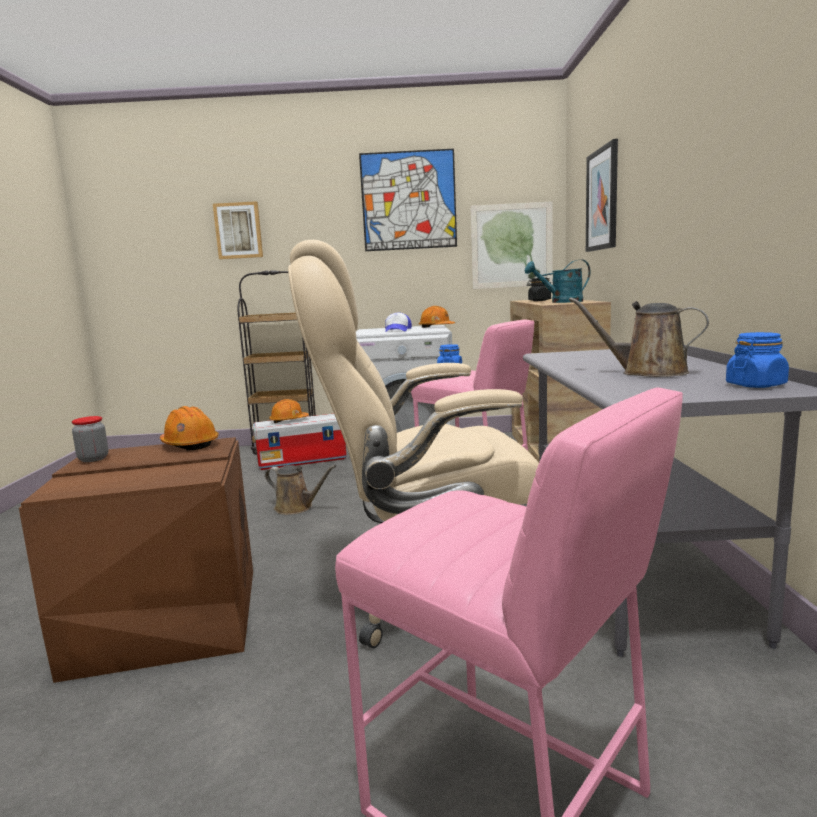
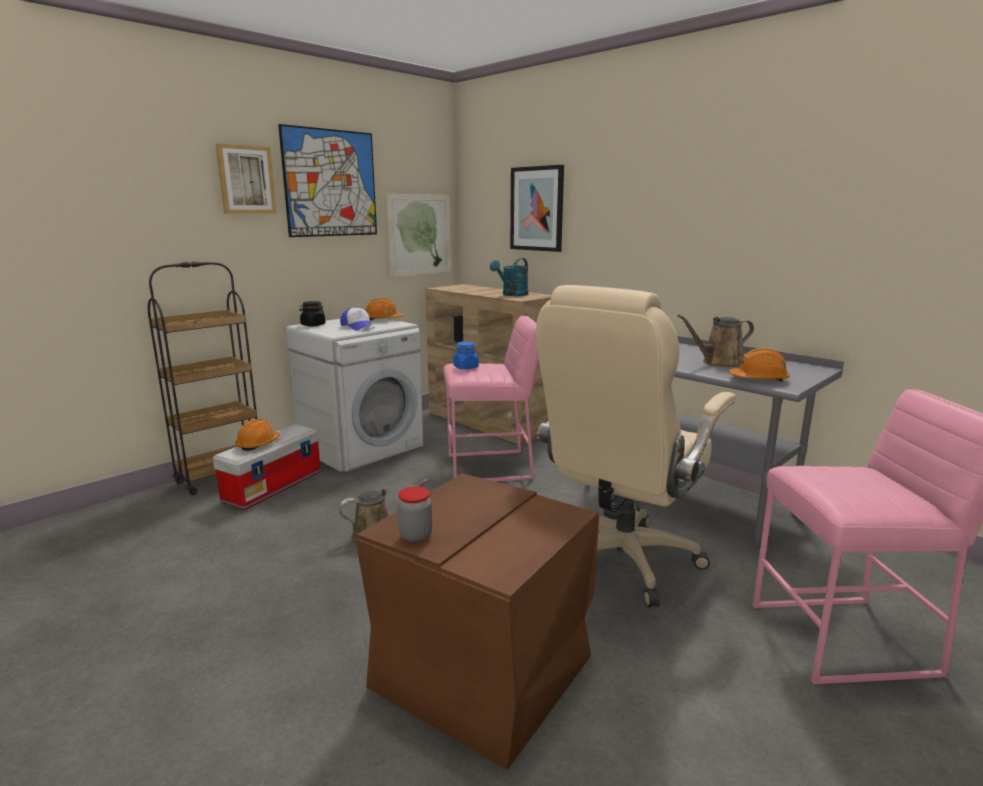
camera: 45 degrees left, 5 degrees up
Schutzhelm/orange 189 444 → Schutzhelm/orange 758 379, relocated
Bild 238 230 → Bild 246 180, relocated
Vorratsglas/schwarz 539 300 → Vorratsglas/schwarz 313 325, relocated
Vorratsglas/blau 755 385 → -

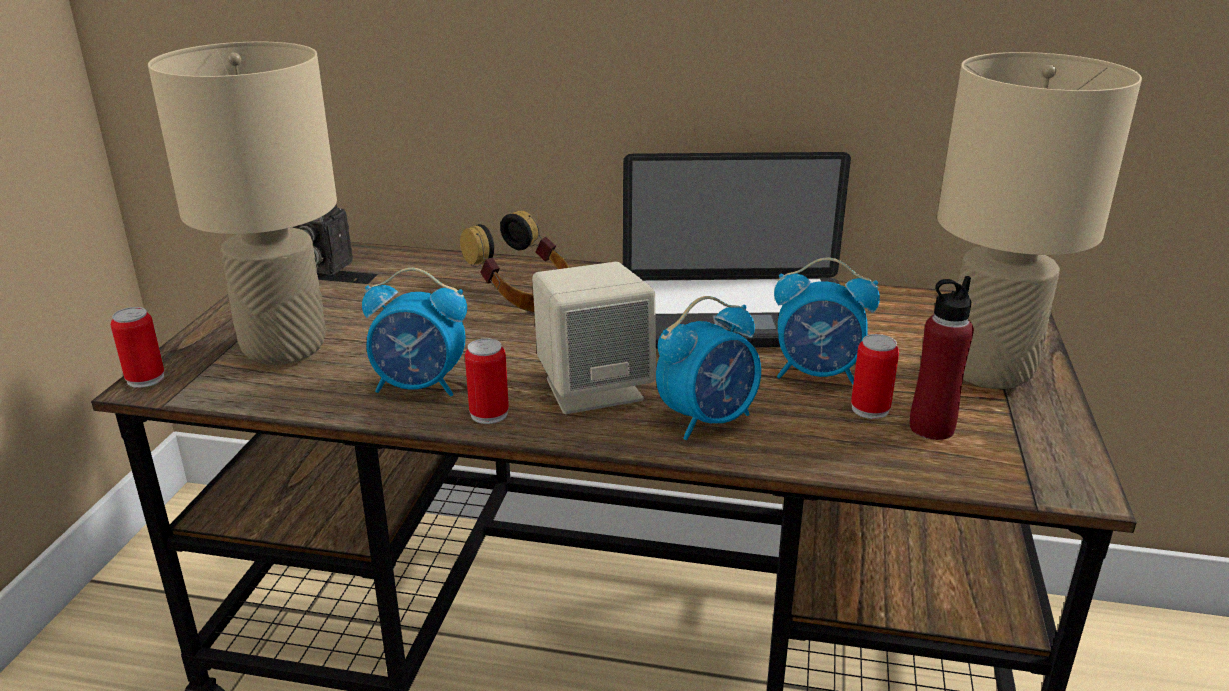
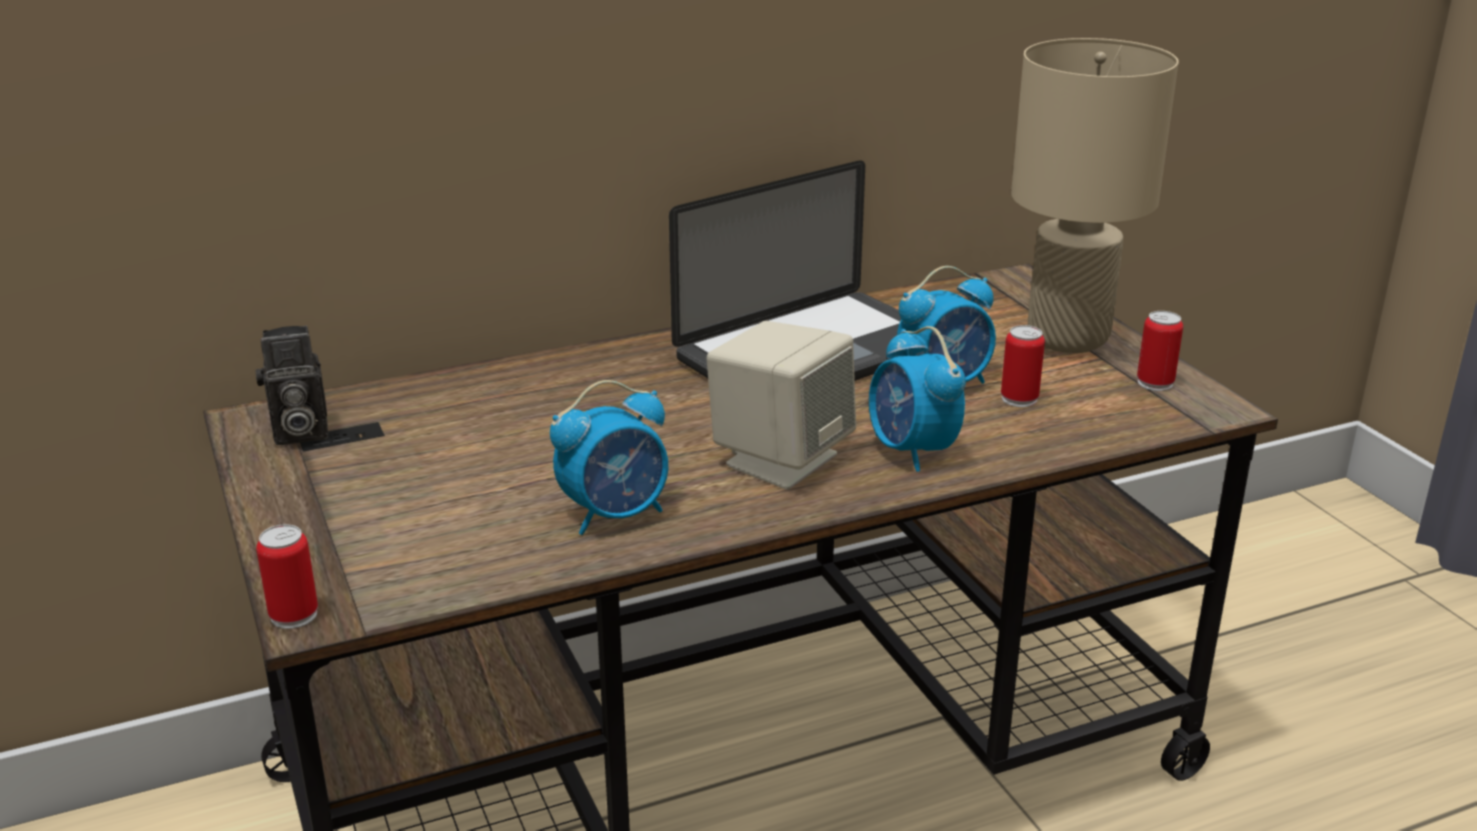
camera: 35 degrees left, 0 degrees up
Tischlampe/beige 284 353 → -
Kopfhörer 523 298 → -
Dose 489 414 → Dose 1155 383, relocated
Wecker 708 420 → Wecker 912 451, 135 degrees clockwise
Flasche/rot 931 428 → -

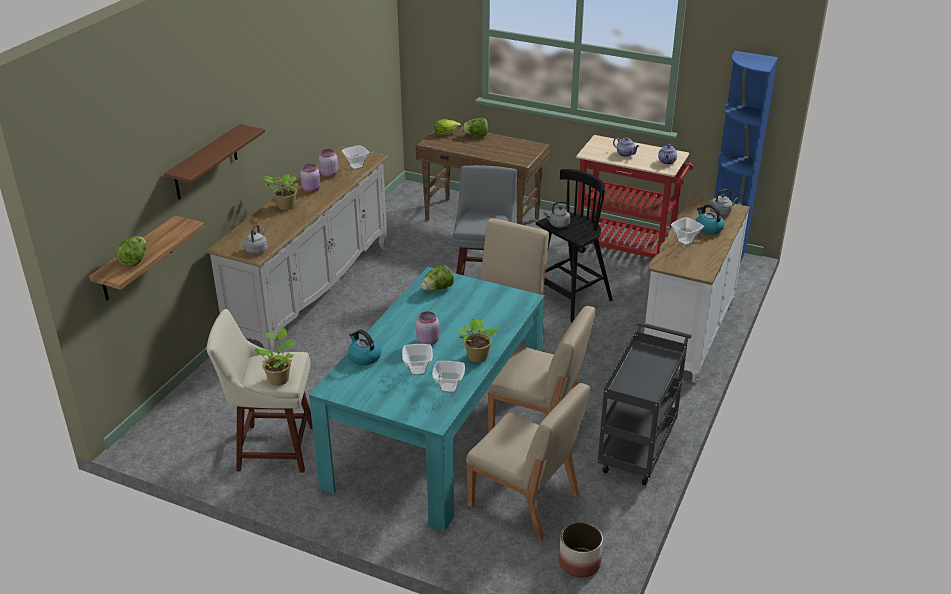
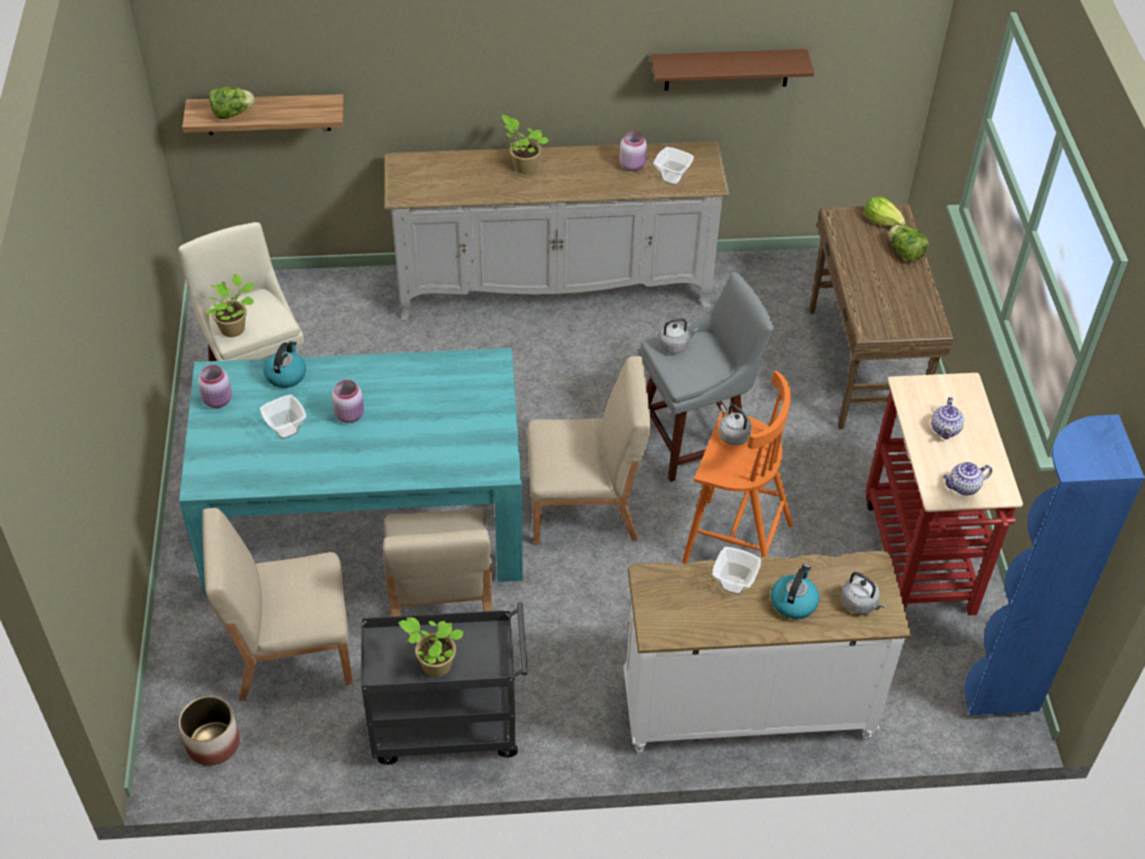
camera: 60 degrees right, 15 degrees up
Wandregal/braun 205 163 → Wandregal/braun 727 69, relocated
Wasserkessel/grau 257 249 → Wasserkessel/grau 675 345, relocated
Vorratsglas/rosa 311 189 → Vorratsglas/rosa 218 400, relocated
Salatkopf 437 289 → -
Schüssel 449 388 → -
Topfpflanze 476 357 → Topfpflanze 434 665, relocated
Stuhl/beige 524 501 → Stuhl/beige 290 651, 75 degrees clockwise
Hocker/schwarz 571 301 → Hocker/orange 733 542

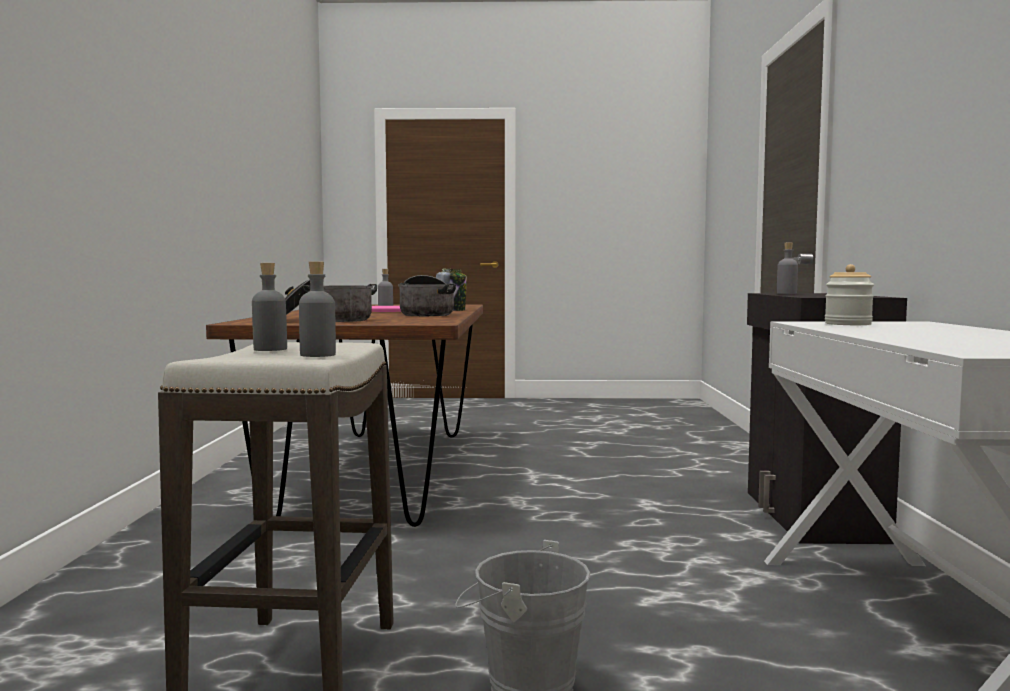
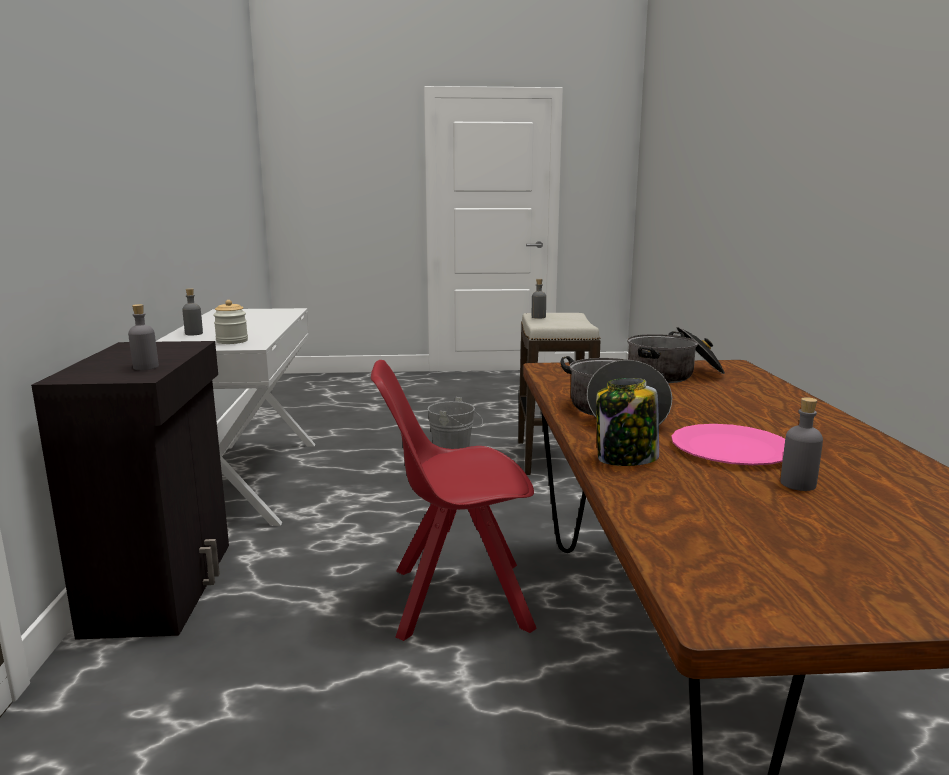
camera: 175 degrees right, 10 degrees up
Flasche/grau 270 349 → Flasche/grau 194 333, relocated
- → Stuhl/rot 455 599

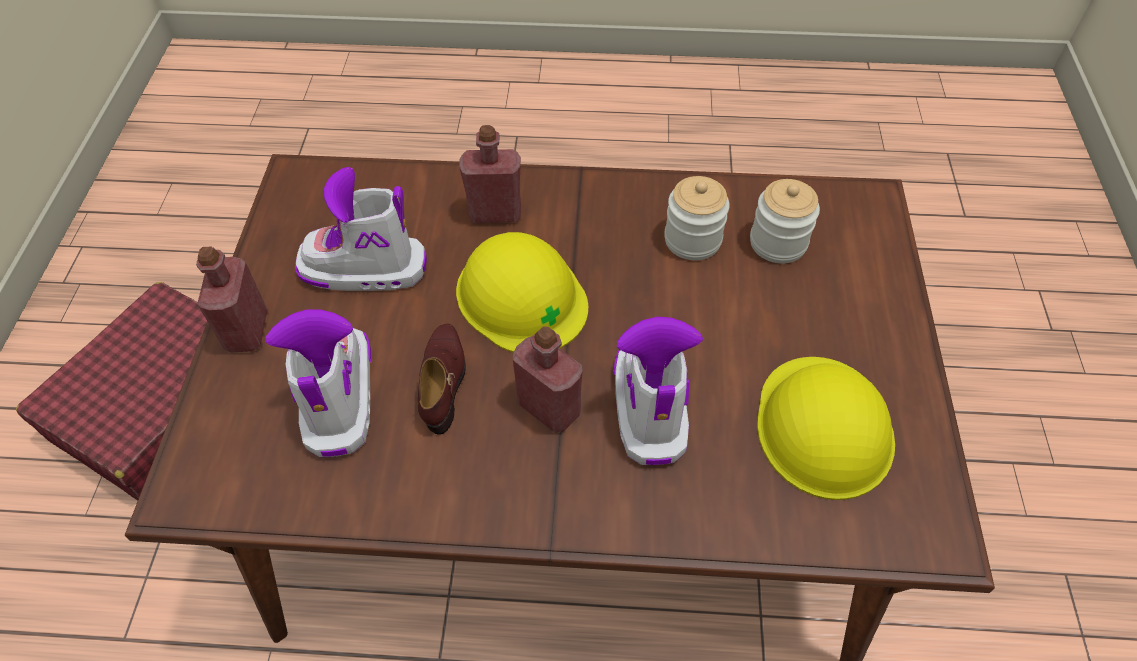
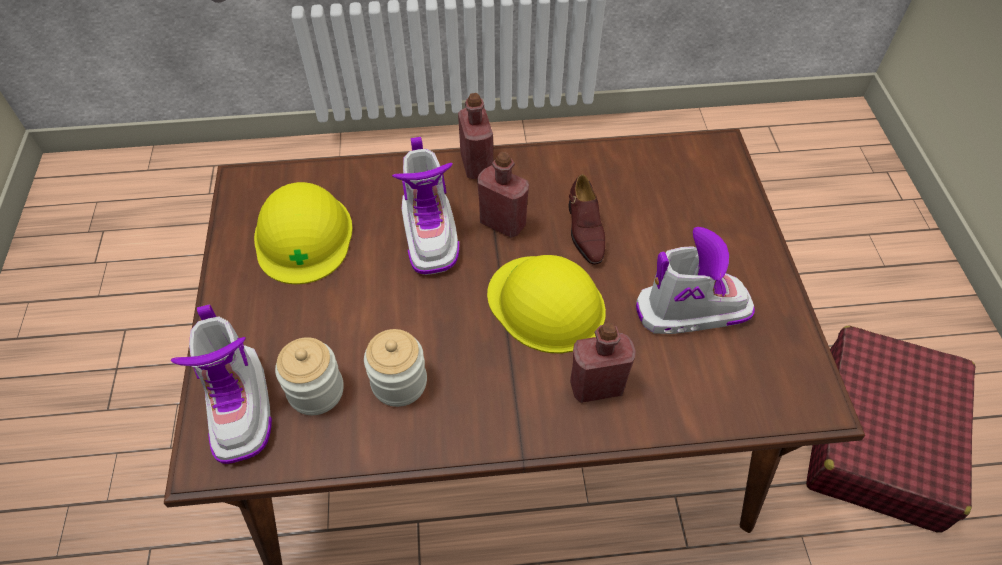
camera: 170 degrees right, 0 degrees up
Flasche/rot 247 331 → Flasche/rot 476 165, relocated
Stiefel 338 397 → Stiefel 240 406, relocated

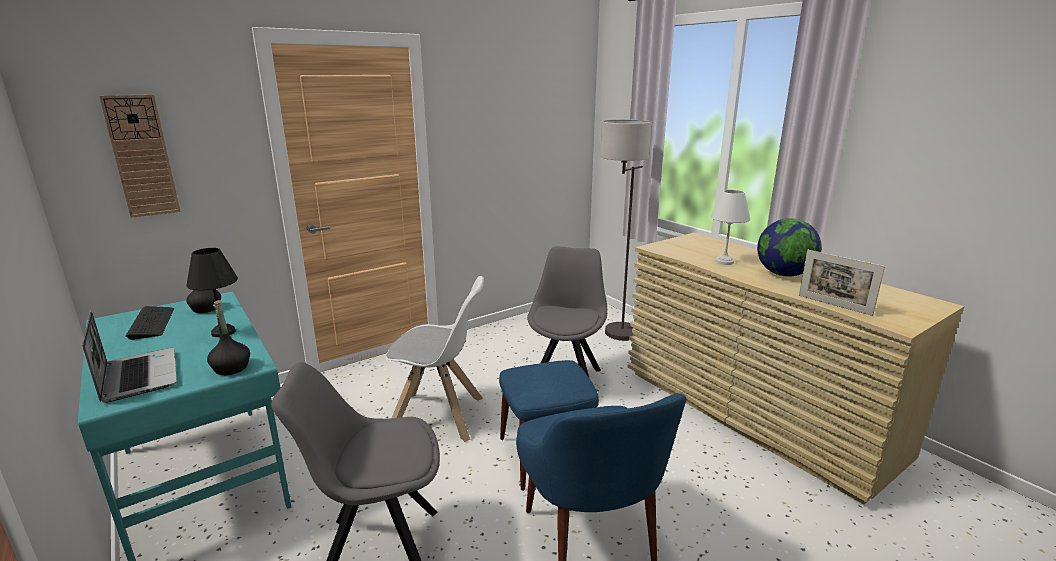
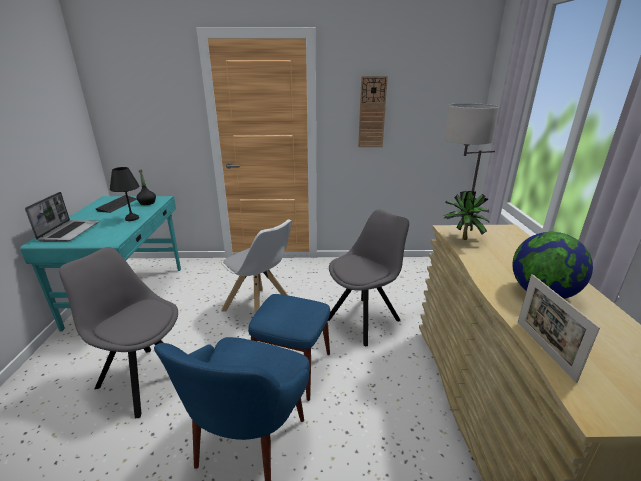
camera: 35 degrees right, 5 degrees up
Wanduhr 142 156 → Wanduhr 372 112, relocated
Flasche/schwarz 231 368 → -
Tischlampe/weiß 724 262 → -
- → Topfpflanze 461 239

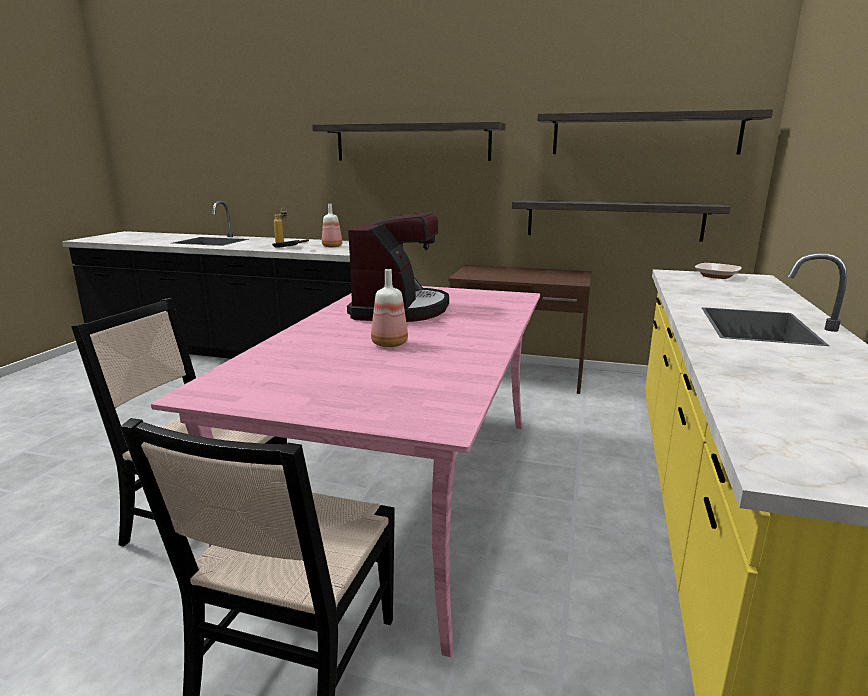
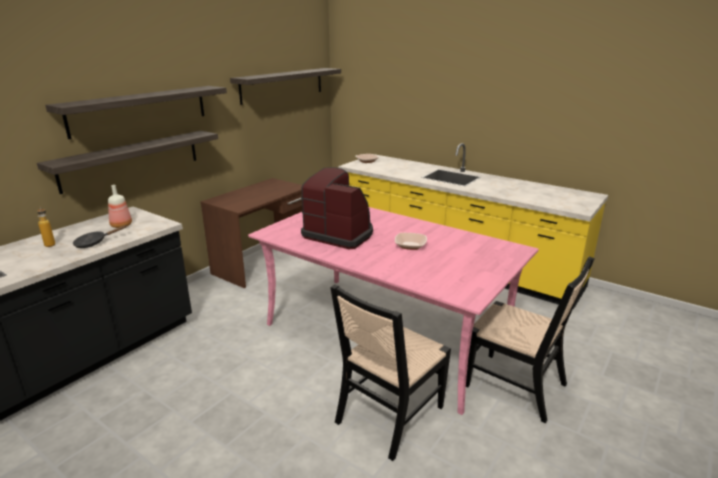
camera: 70 degrees left, 5 degrees up
Flasche 388 344 → Schüssel 410 246
Wandregal 613 219 → Wandregal 132 160, relocated

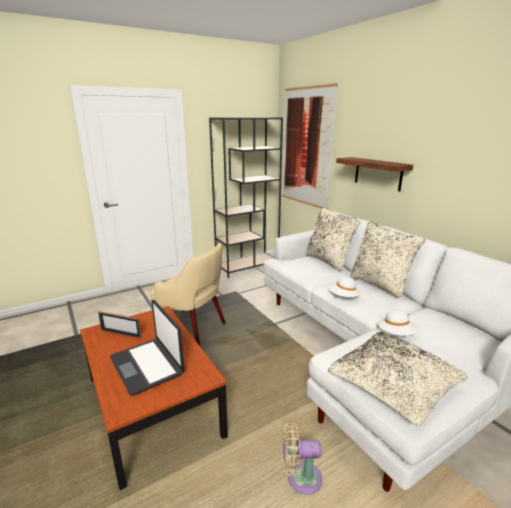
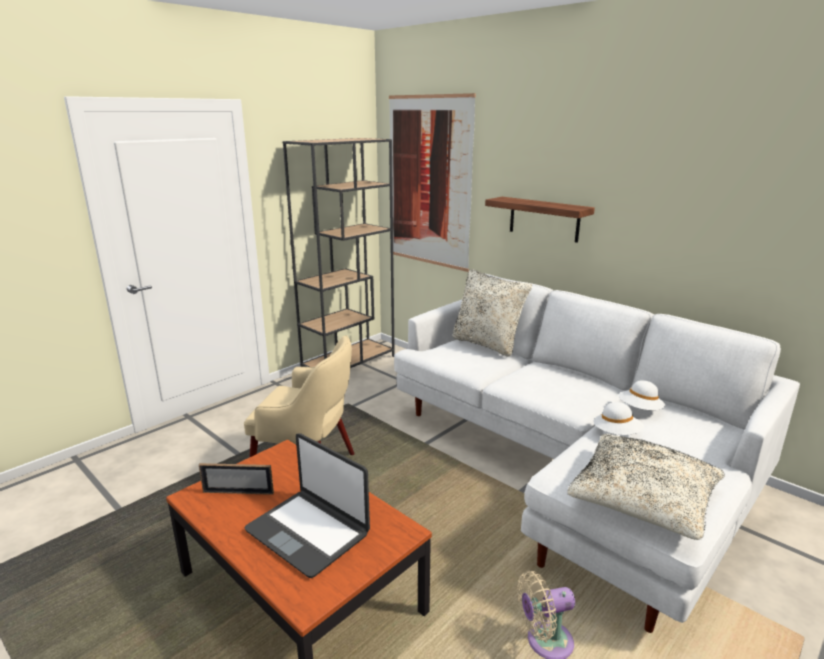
camera: 15 degrees left, 0 degrees up
Hut/weiß 343 297 → Hut/weiß 639 410, relocated
Kissen/beige 379 286 → -

